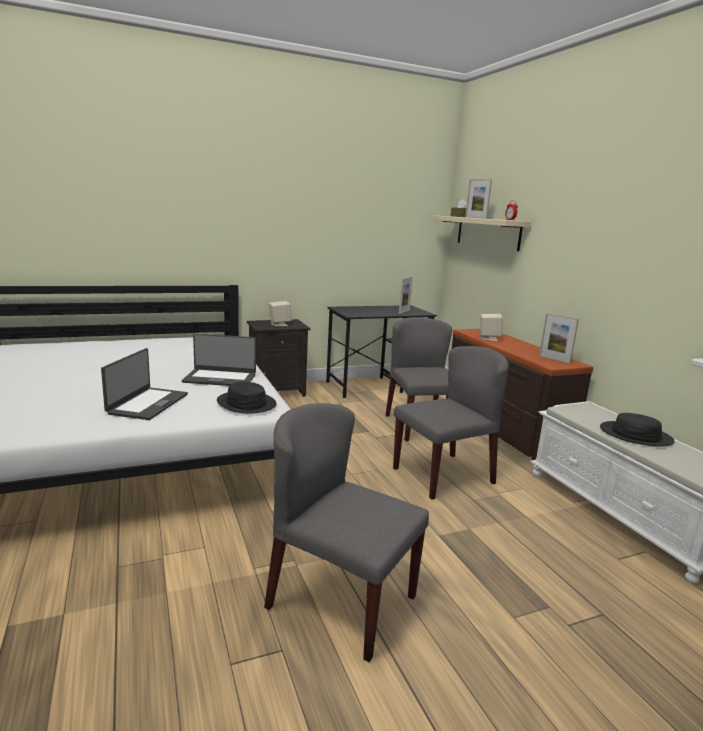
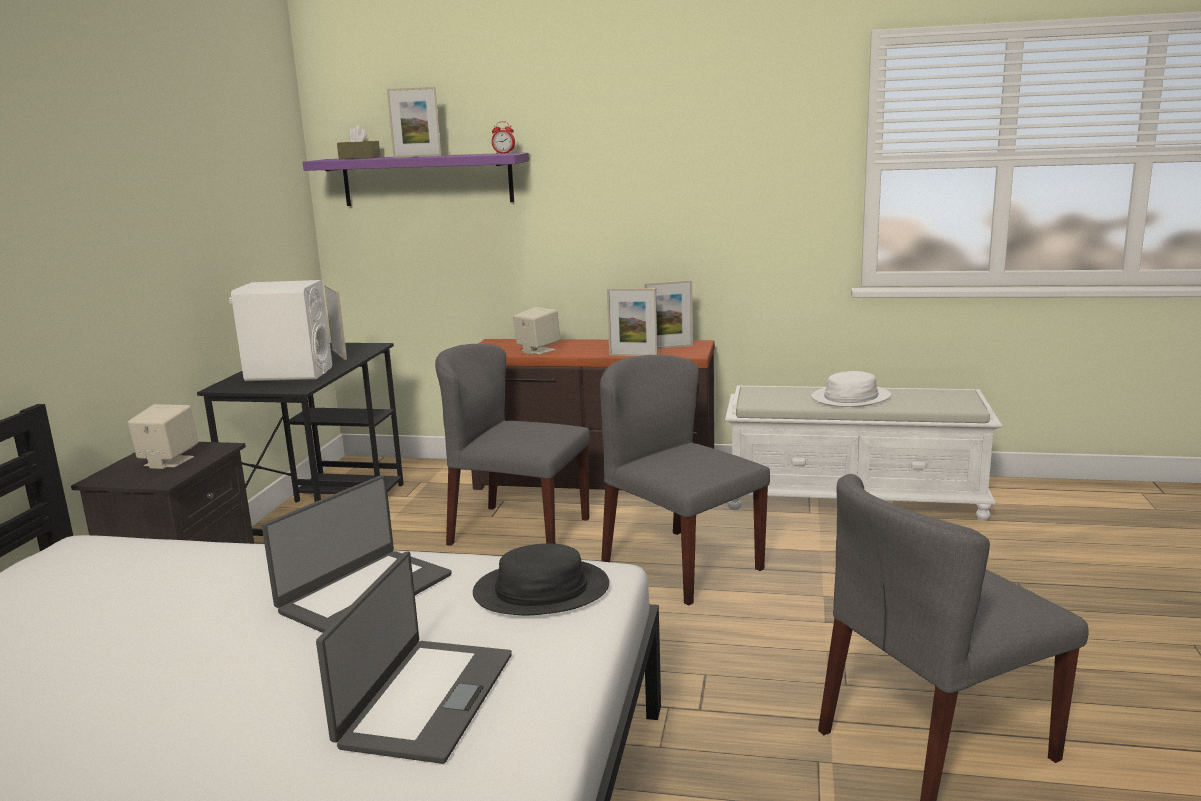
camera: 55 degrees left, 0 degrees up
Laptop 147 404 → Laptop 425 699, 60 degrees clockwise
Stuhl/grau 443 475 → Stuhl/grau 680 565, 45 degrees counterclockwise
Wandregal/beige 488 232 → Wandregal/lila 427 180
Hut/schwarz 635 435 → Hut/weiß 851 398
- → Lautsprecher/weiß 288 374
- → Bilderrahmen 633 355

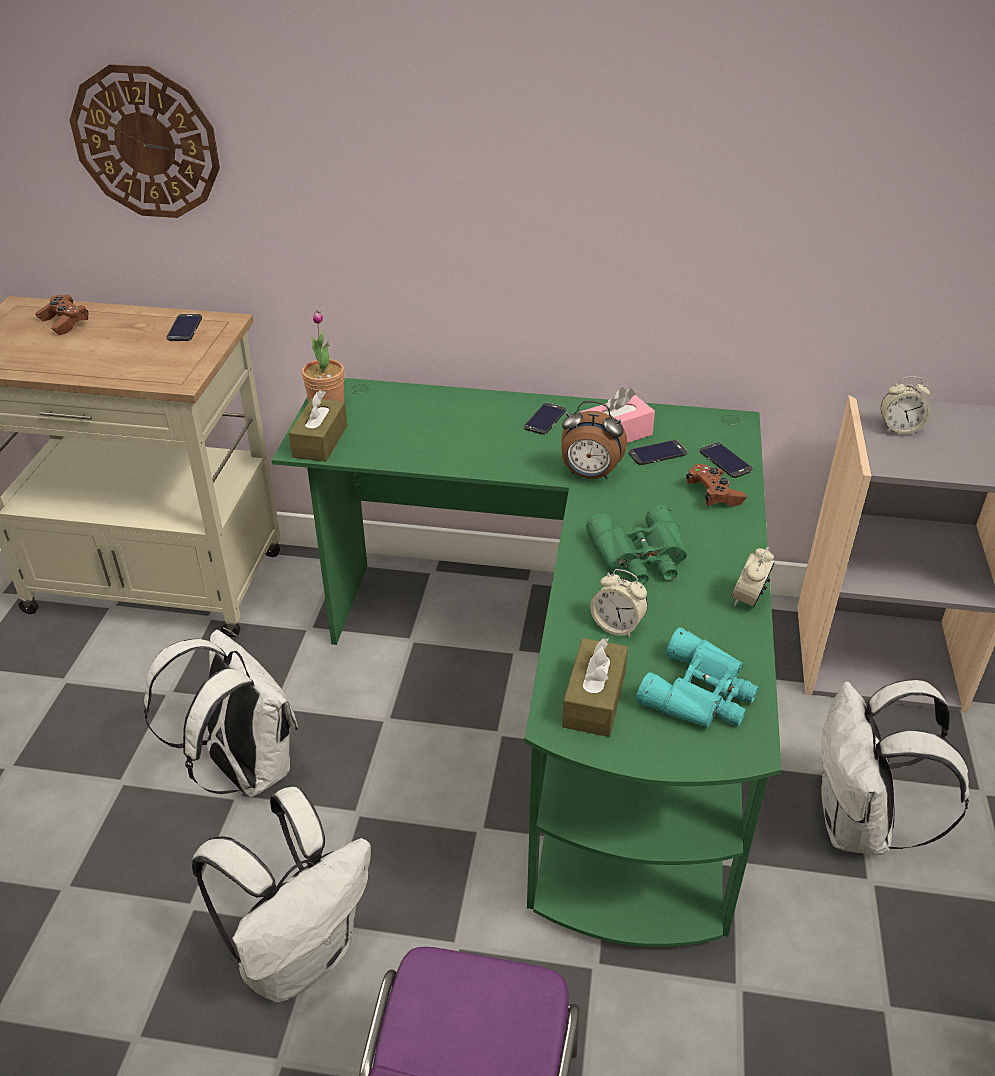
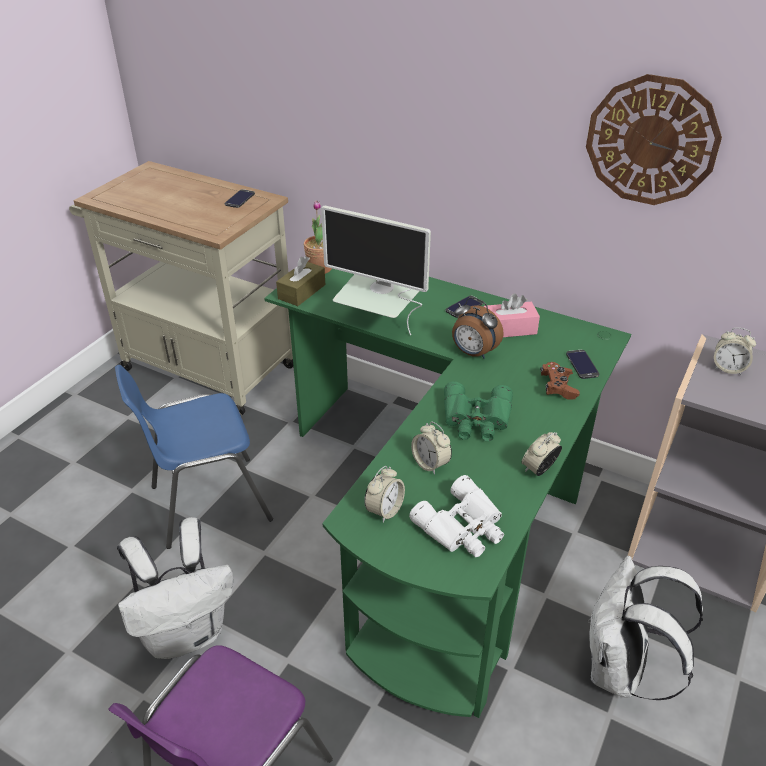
camera: 20 degrees right, 0 degrees up
Gamepad/braun 64 323 → -
Wanduhr 146 143 → Wanduhr 651 141, relocated
Rucksack/weiß 243 769 → Stuhl/blau 207 503
Taschentuchbox/braun 594 699 → Wecker 384 510
Handy 658 453 → -
Fernglas/türkis 701 694 → Fernglas/weiß 463 527
- → Monitor 378 326

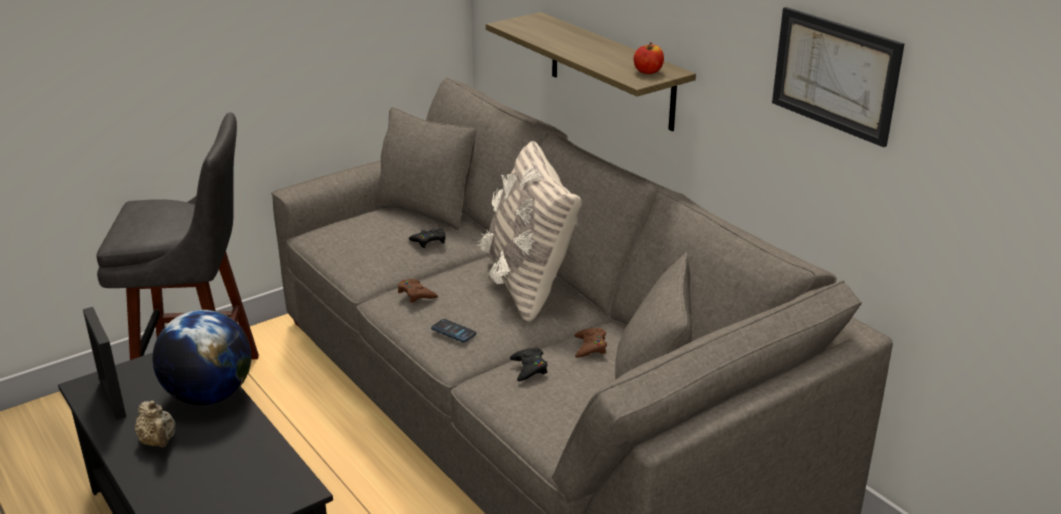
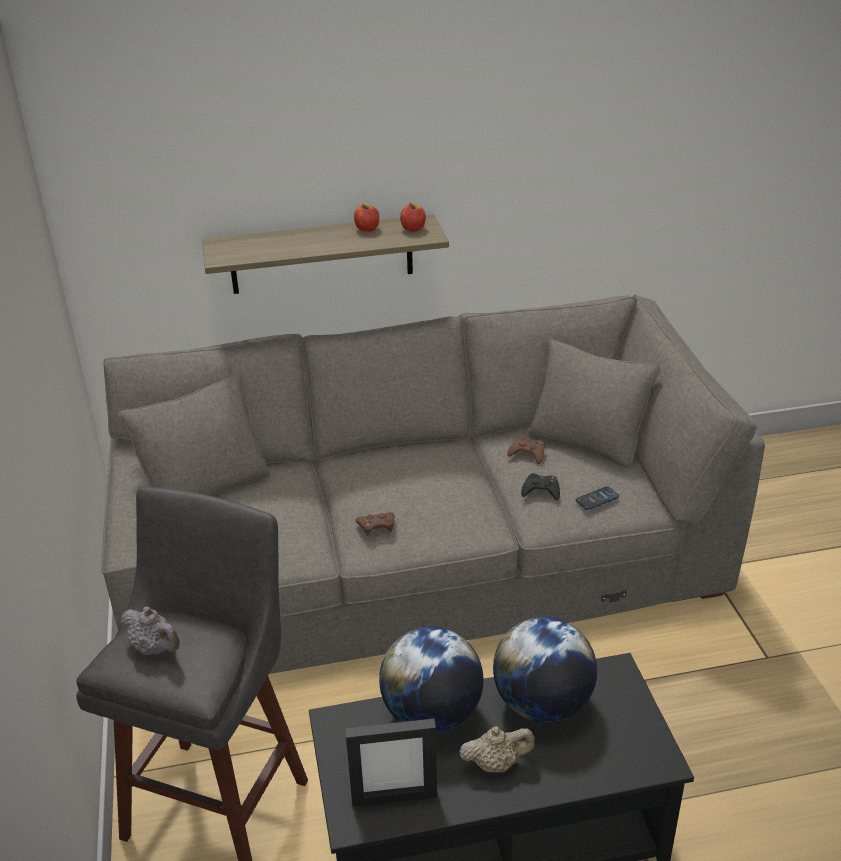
camera: 65 degrees left, 5 degrees up
Gamepad/schwarz 429 241 → -
Handy 453 331 → Handy 597 499, relocated
Kissen/beige 526 285 → -
Bild 835 74 → -
- → Teekanne/grau 155 648
- → Apfel 367 229
- → Globus 543 704

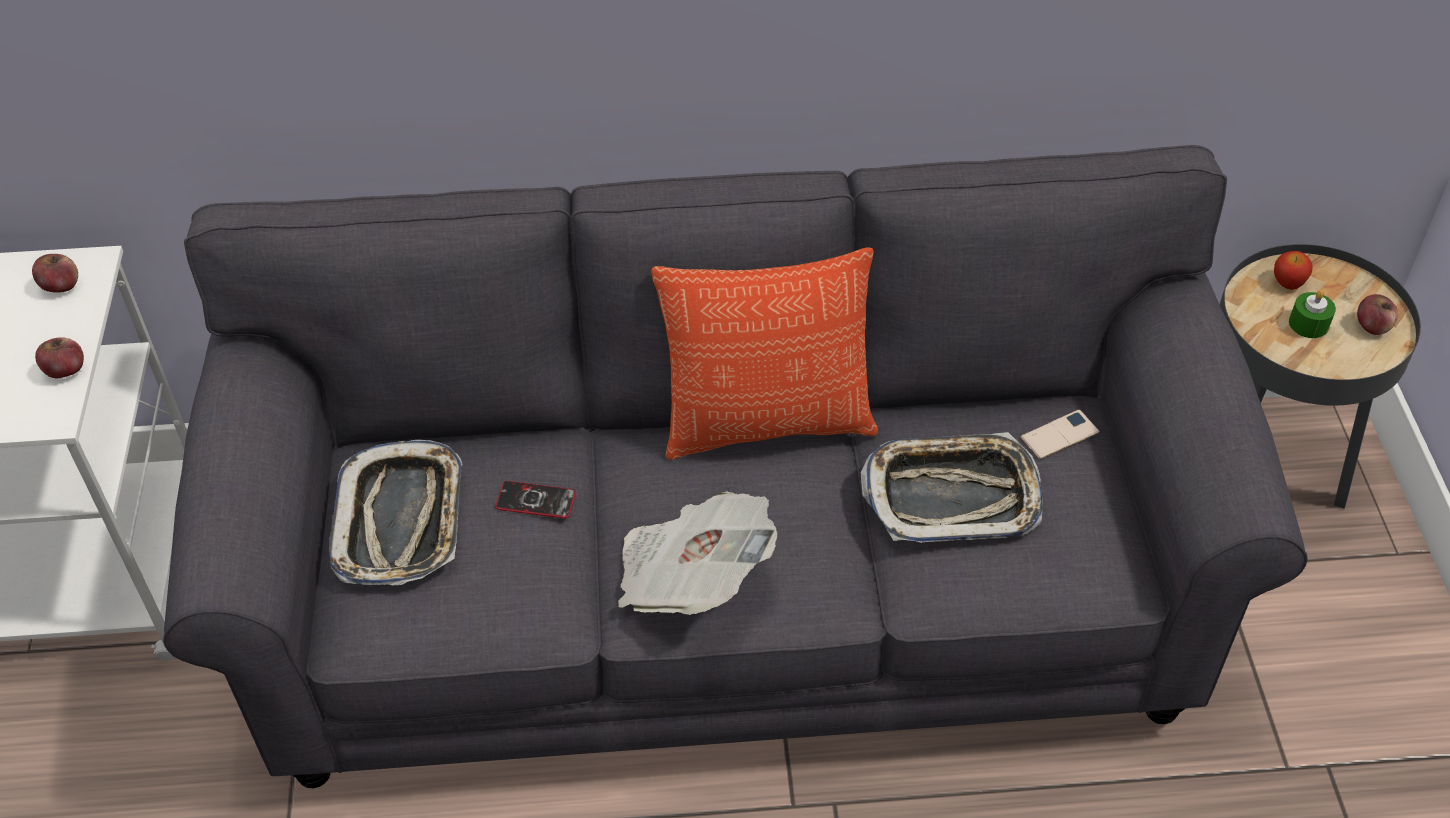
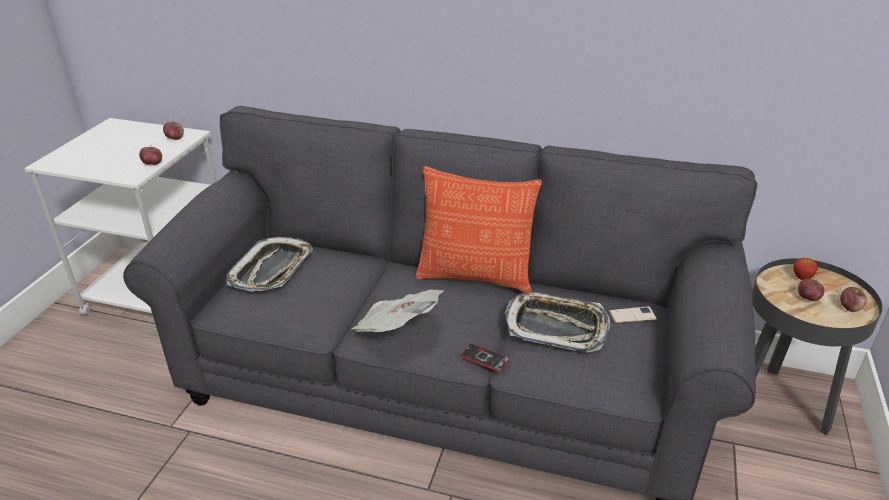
camera: 20 degrees right, 15 degrees down
Handy 536 500 → Handy 485 358, relocated
Kerze/grün 1308 324 → Apfel 808 298

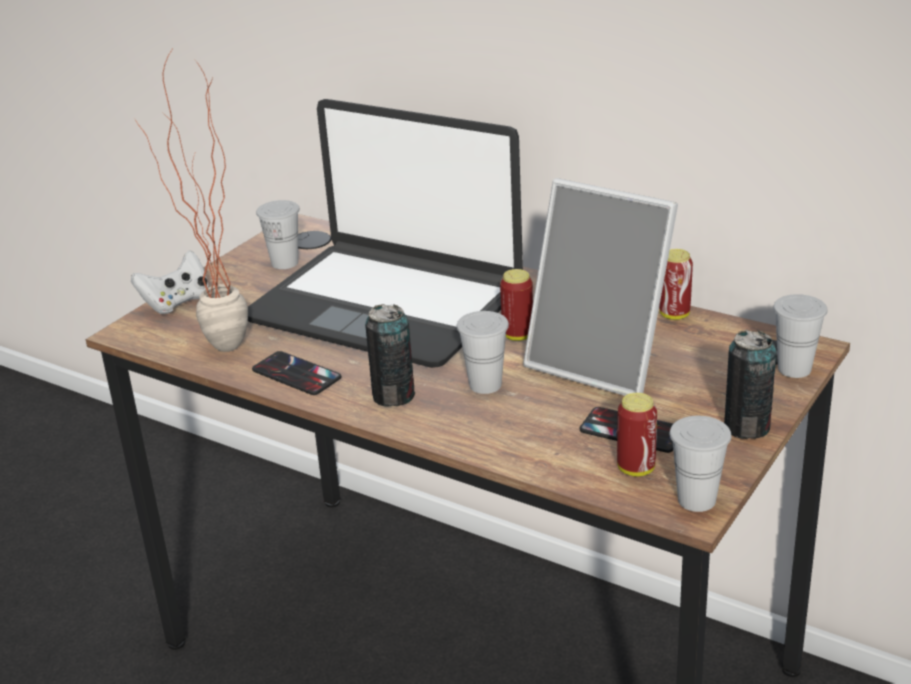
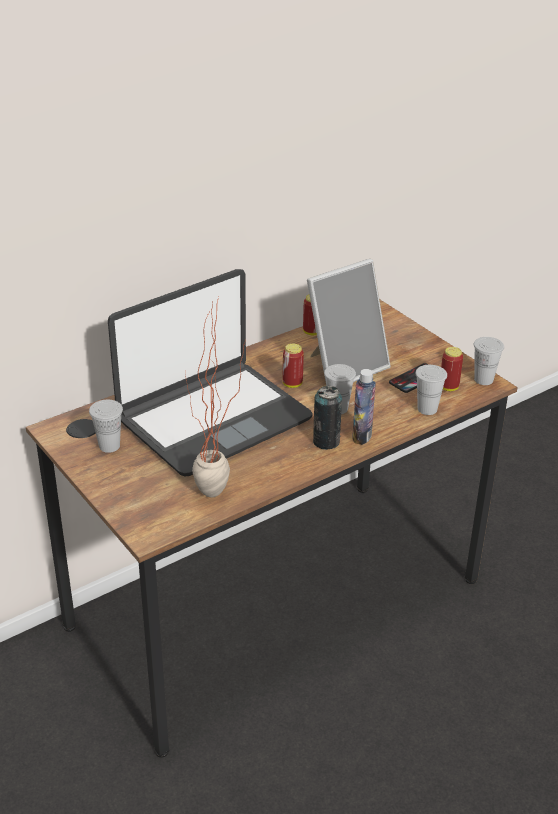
camera: 70 degrees left, 5 degrees up
Gamepad/weiß 177 302 → -
Handy 296 374 → -
Dose 747 427 → -
Tasse/weiß 794 369 → Tasse/weiß 427 409, relocated
- → Flasche 362 436

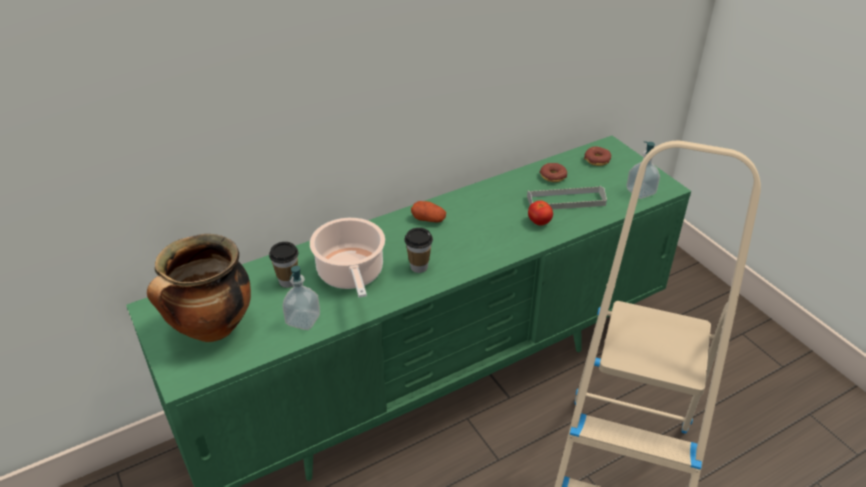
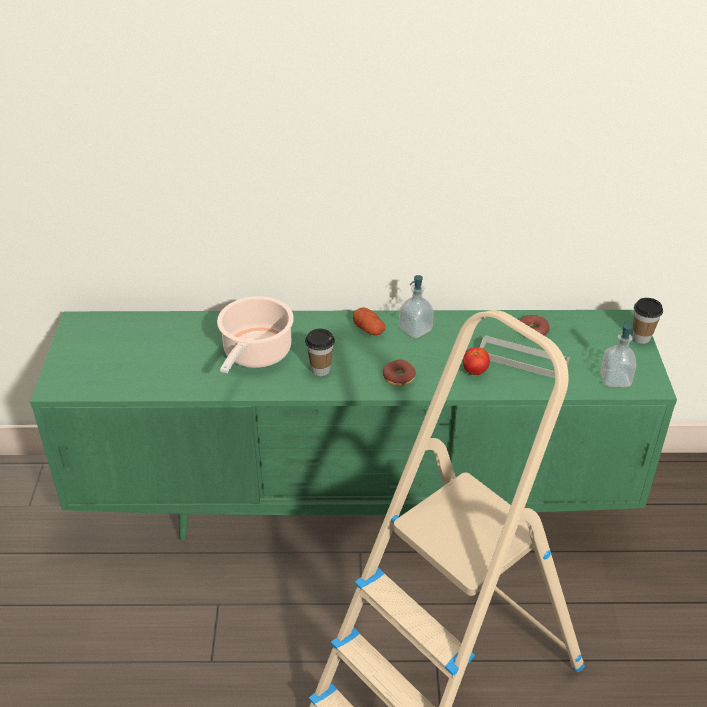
camera: 30 degrees right, 0 degrees up
Kochtopf 212 329 → -
Tasse 288 281 → Tasse 641 338, relocated
Seifenspender 303 320 → Seifenspender 415 330, relocated
Donut 597 160 → Donut 399 377, relocated

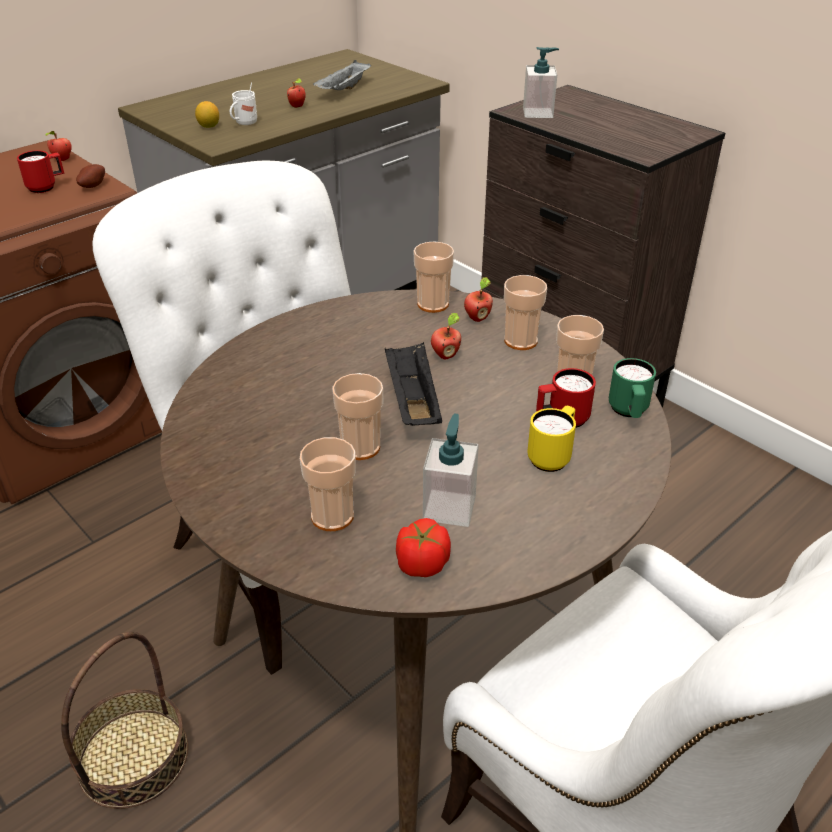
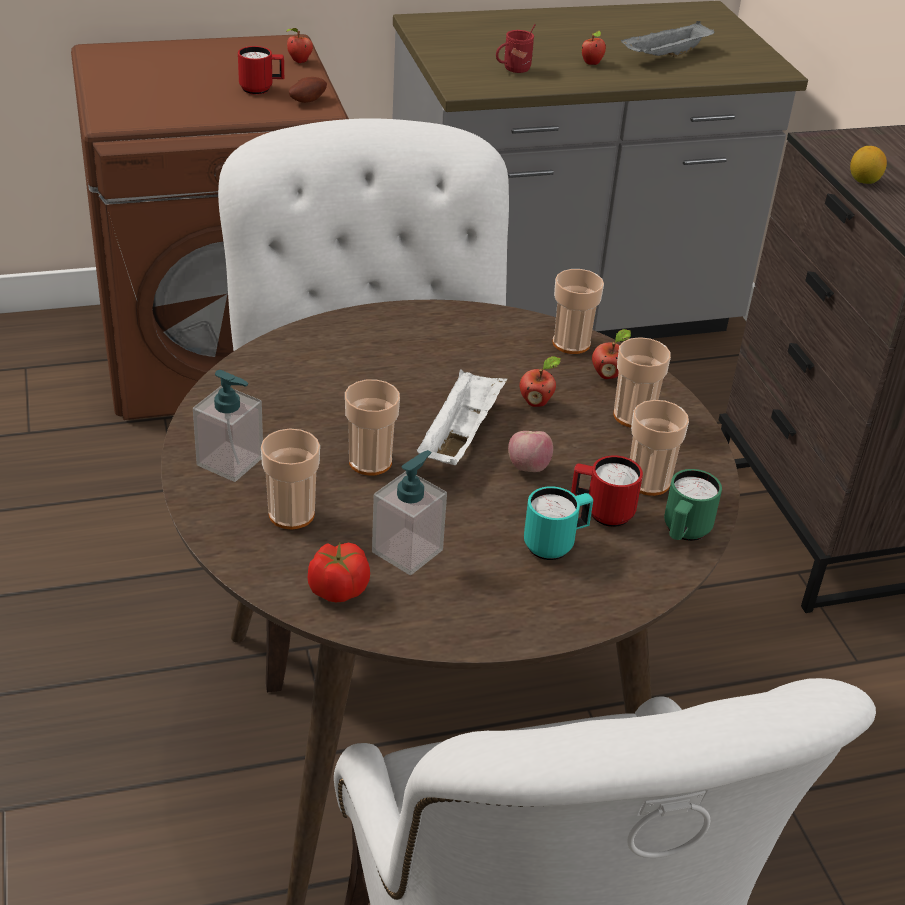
camera: 25 degrees right, 0 degrees up
Korb 133 757 → -
Zitrone 209 126 → Zitrone 864 181, relocated
Henkelbecher/weiß 244 124 → Henkelbecher/rot 513 70
Tablett/schwarz 412 401 → Tablett/weiß 460 436
Seifenspender 538 113 → Seifenspender 230 461, relocated
Henkelbecher/gelb 552 457 → Henkelbecher/türkis 555 545
- → Apfel 528 467

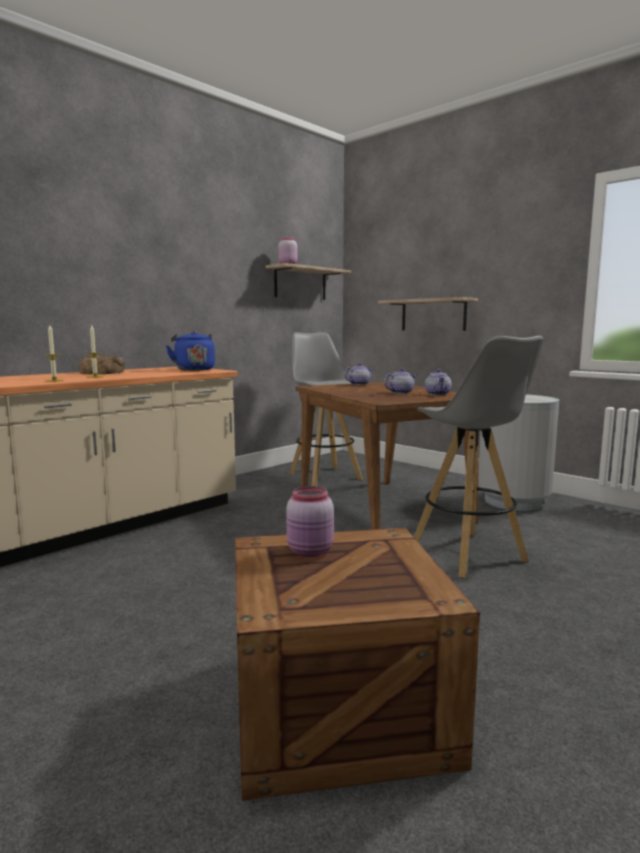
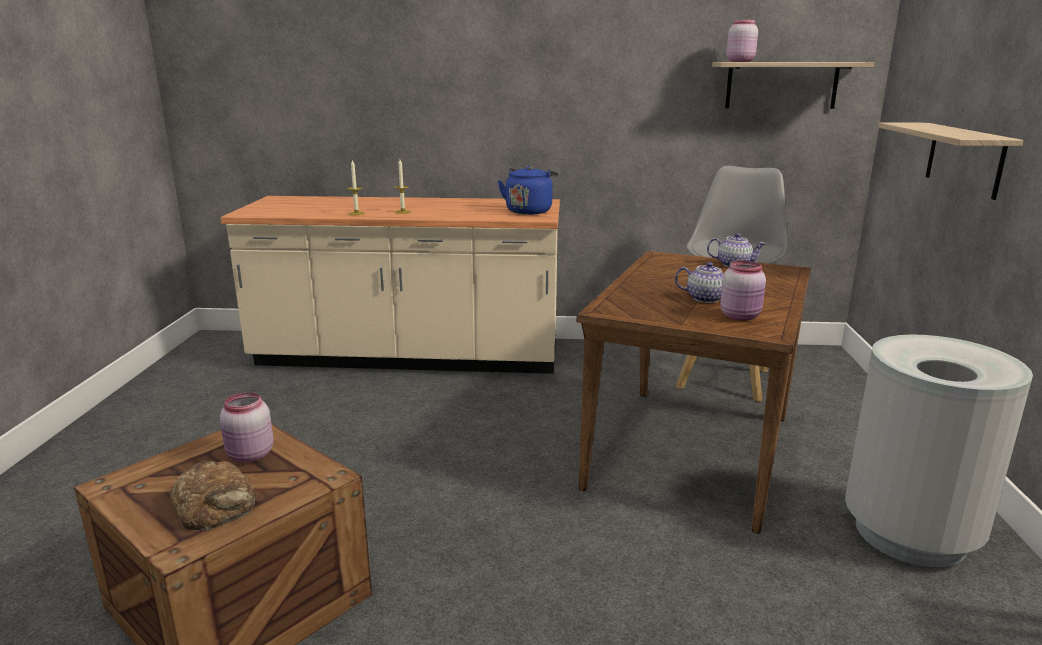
camera: 50 degrees right, 10 degrees up
Brot 102 372 → Brot 216 504, relocated
Hocker/grau 468 555 → -
Teekanne 438 394 → Vorratsglas/rosa 741 316

